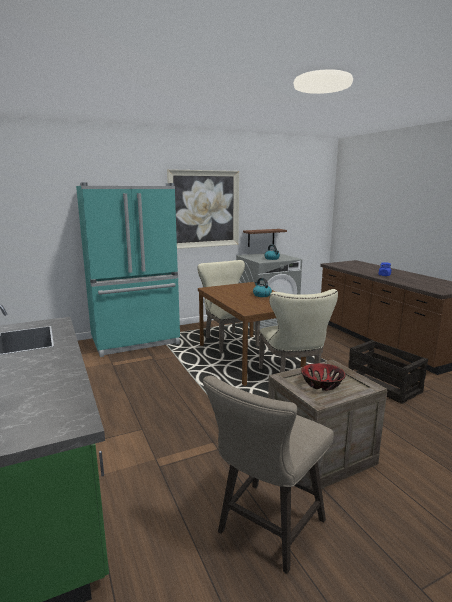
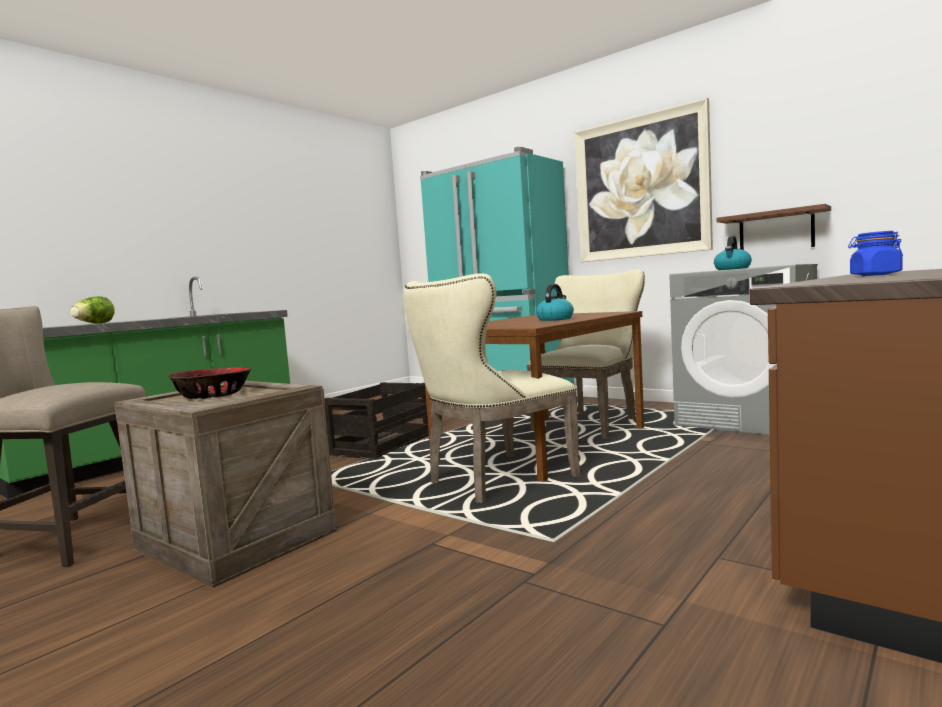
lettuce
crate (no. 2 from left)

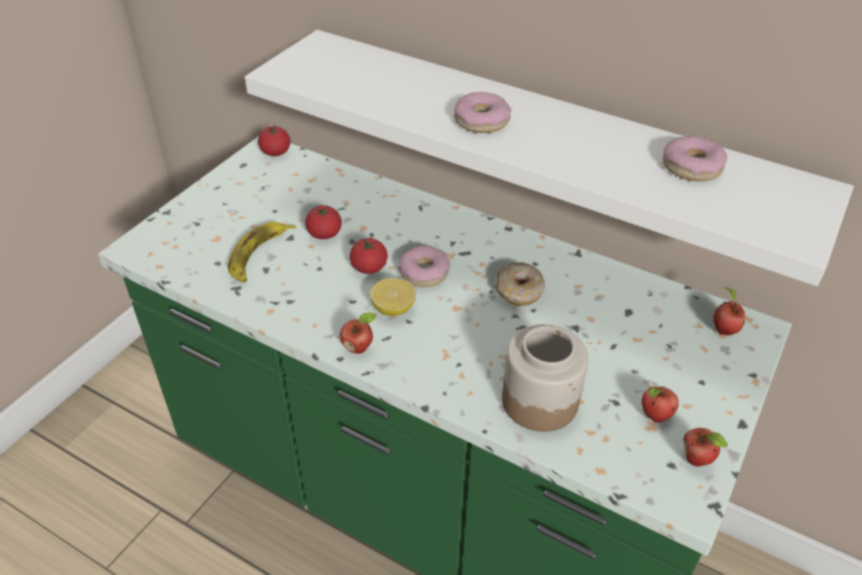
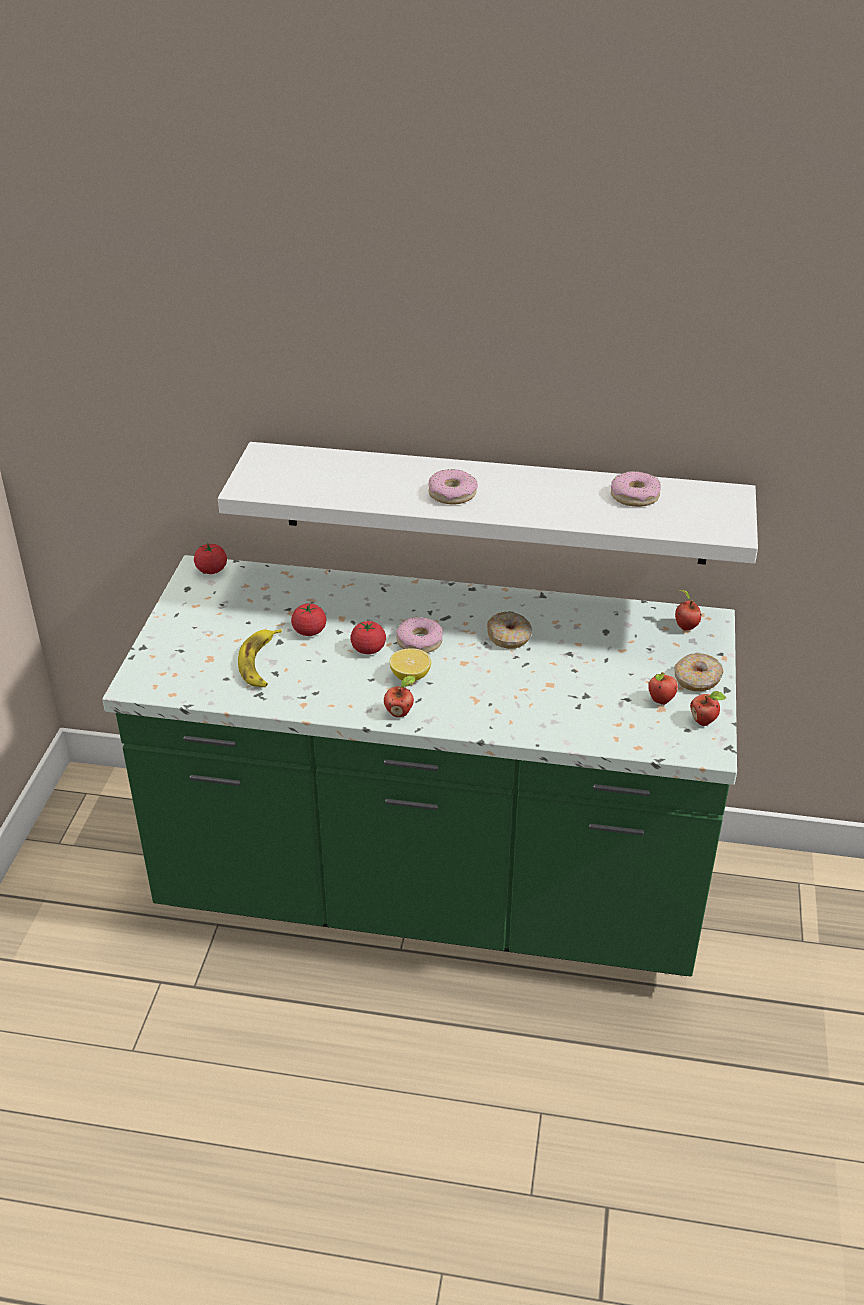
jar
donut (no. 5 from left)

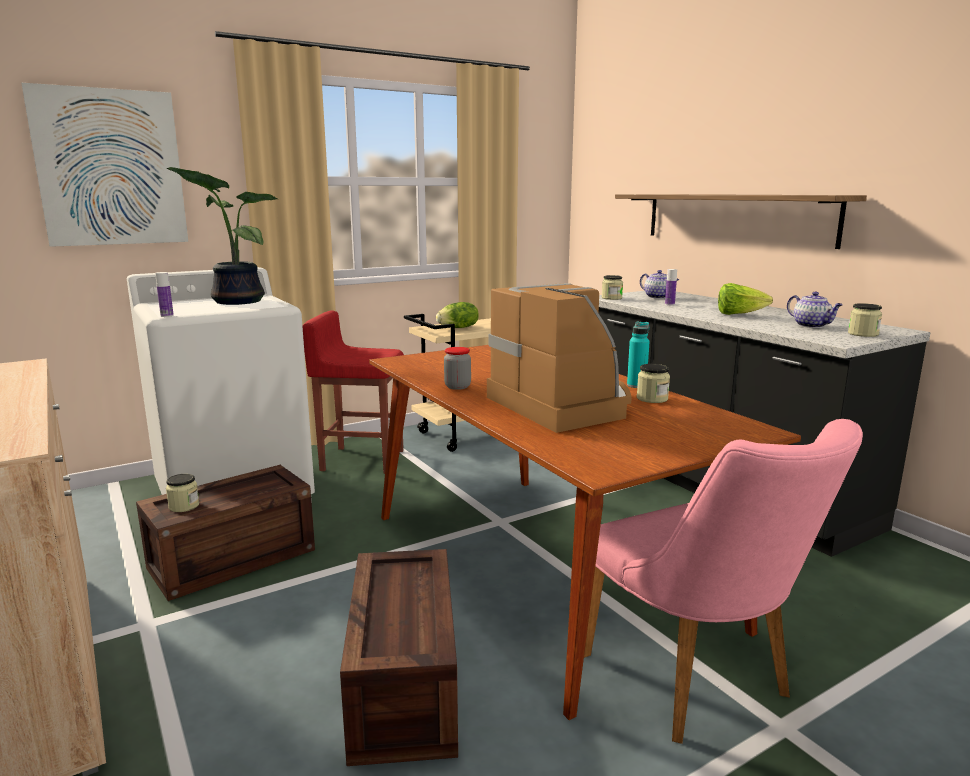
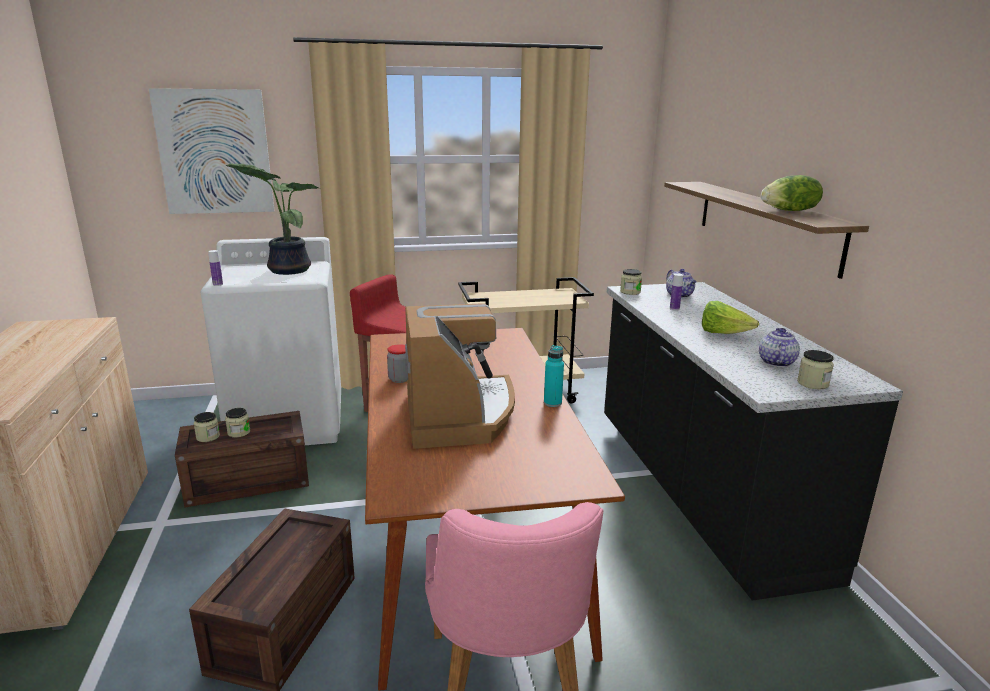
lettuce (no. 2 from left)
jar (no. 2 from left)
teapot (no. 2 from left)

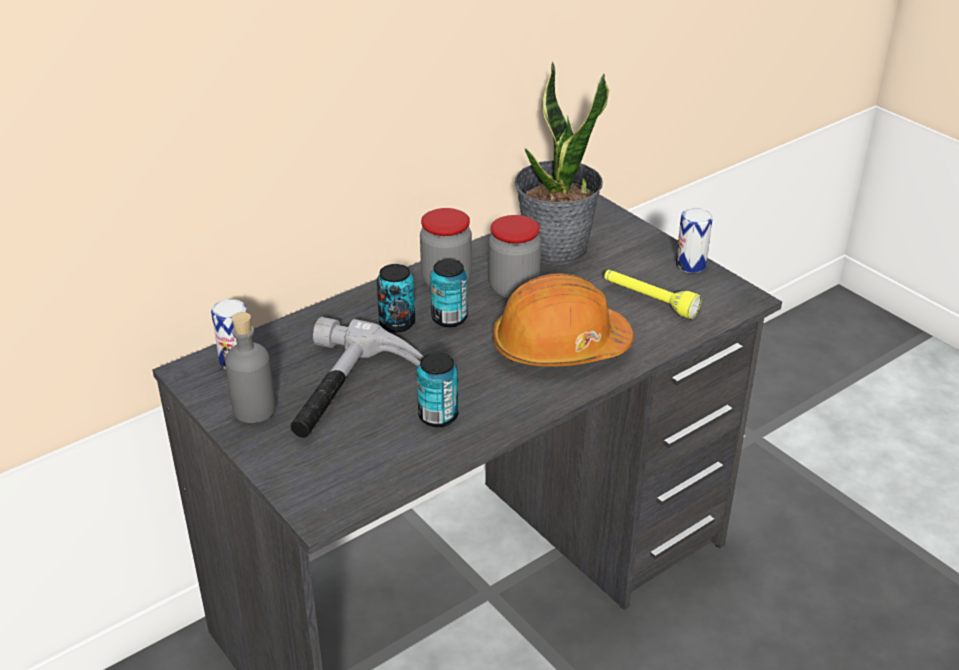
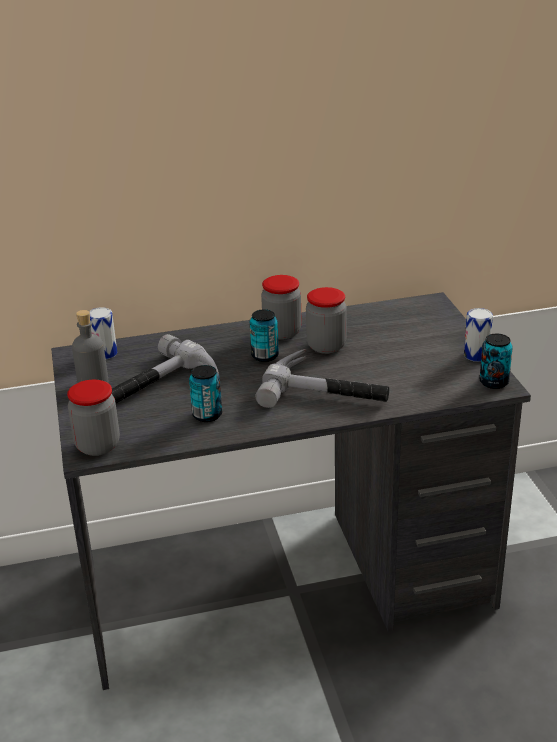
potted plant
yellow flashlight
jar (no. 1 from left)
can (no. 5 from left)
hammer (no. 2 from left)

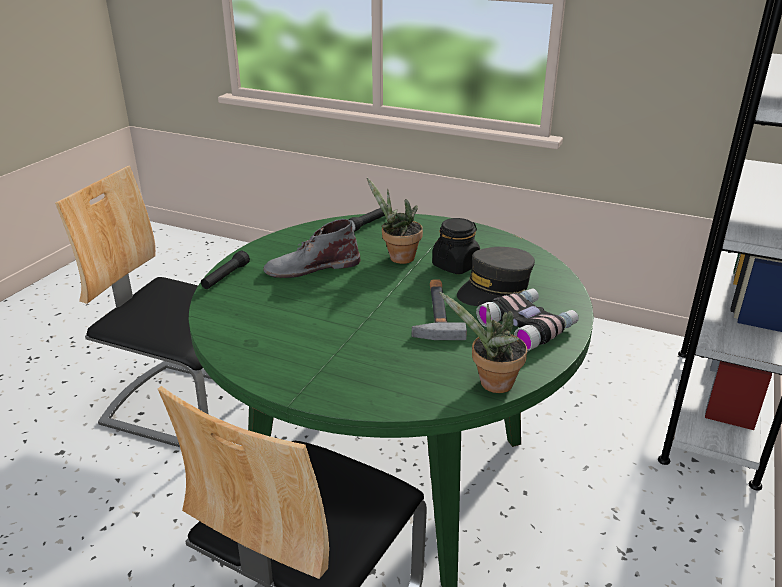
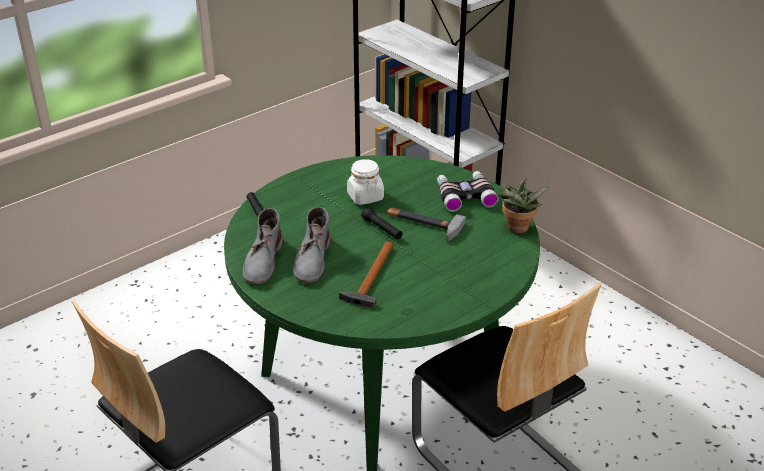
potted plant (no. 1 from left in the first image)
grey cap
grey boot (no. 1 from left)
hammer (no. 1 from left)
black flashlight (no. 2 from left)
white jar

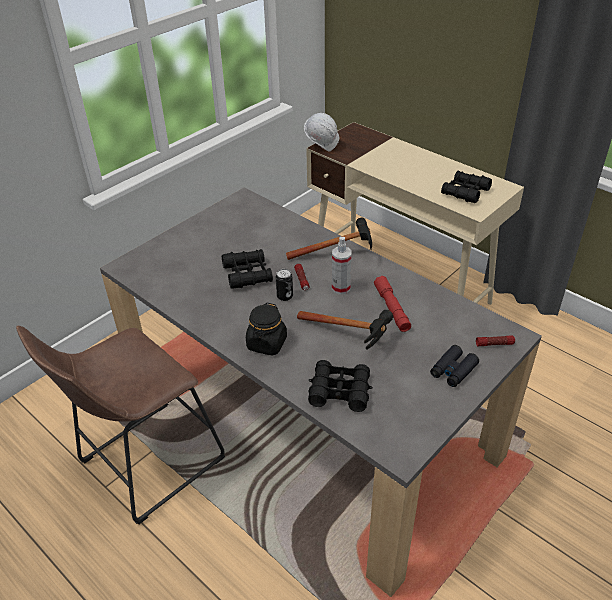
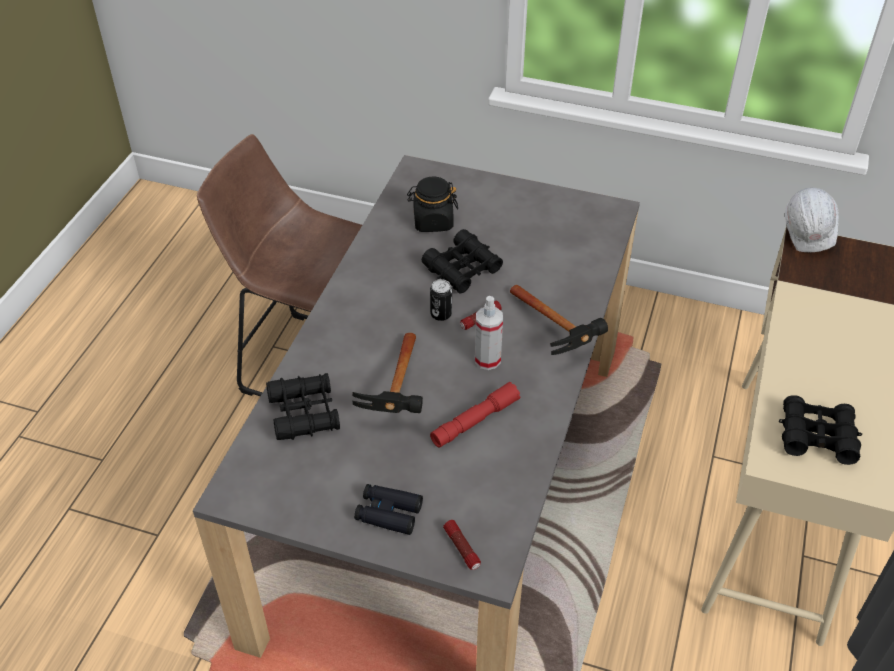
black jar

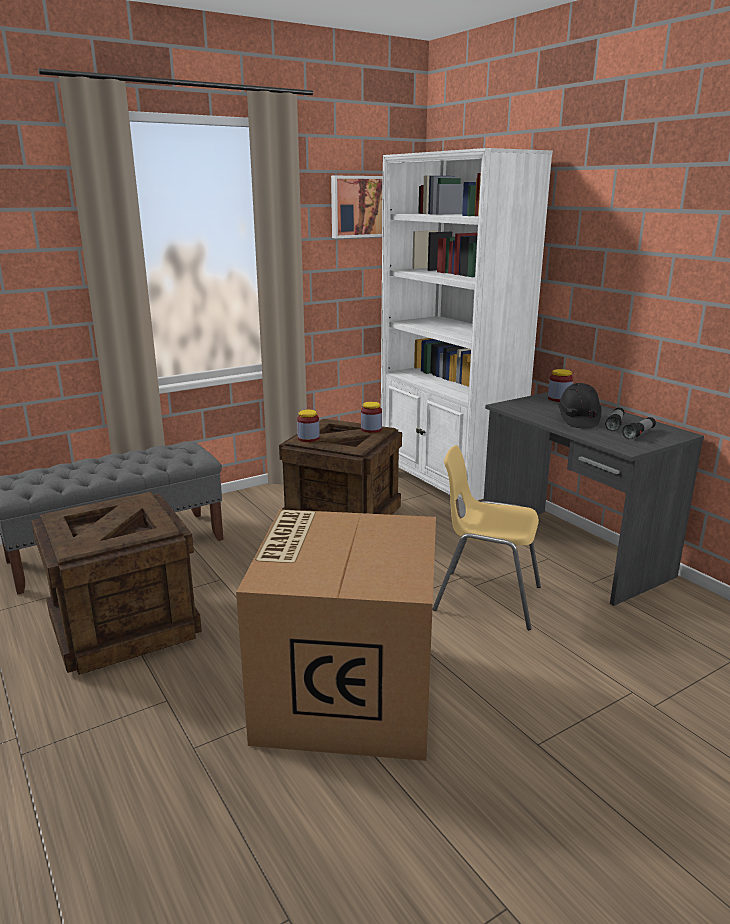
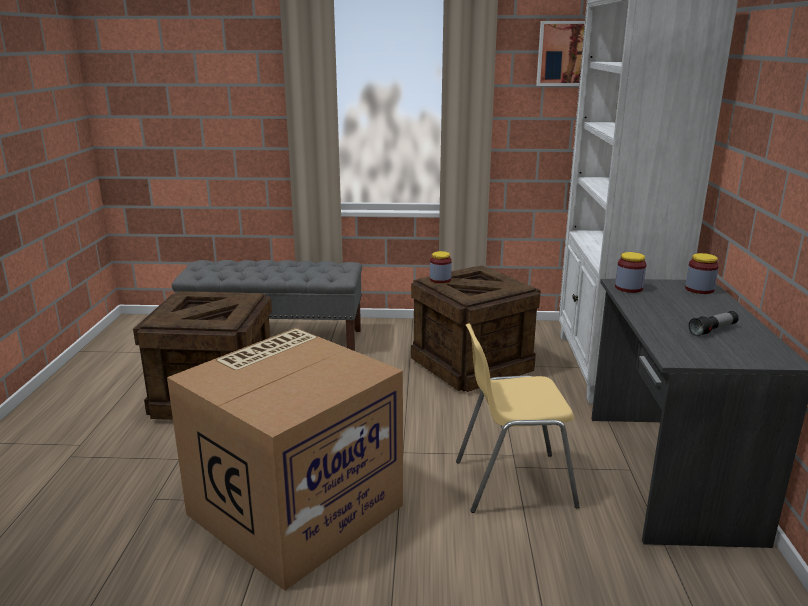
black hard hat
flashlight (no. 2 from left in the first image)
jar (no. 2 from left)
yellow chair

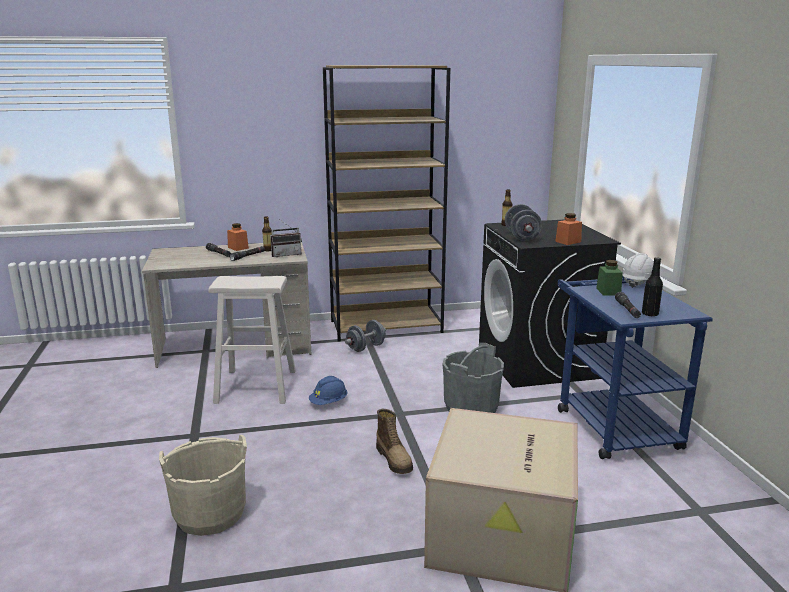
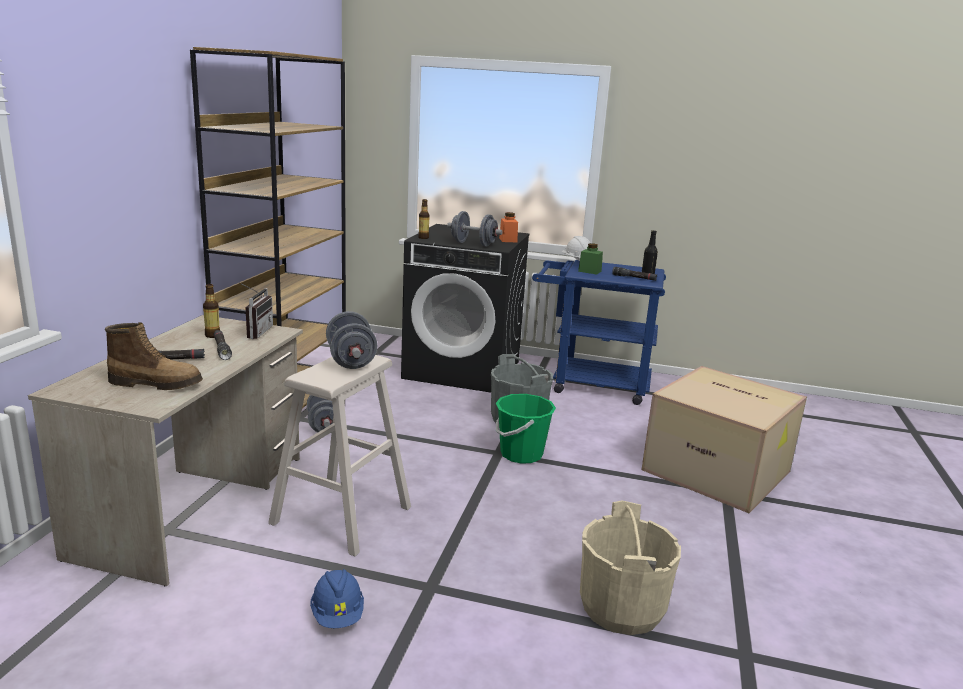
orange jar (no. 1 from left in the first image)
grey dumbbell (no. 2 from left)
green bucket
blue hard hat
boot

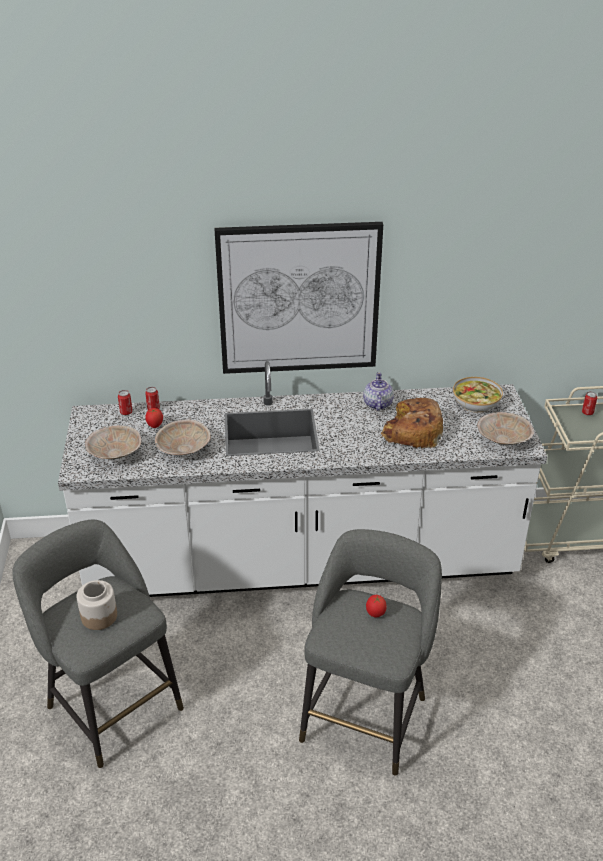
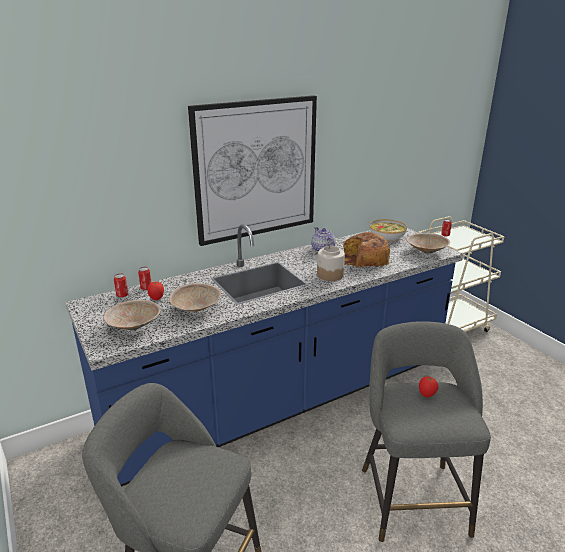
jar
blue counter

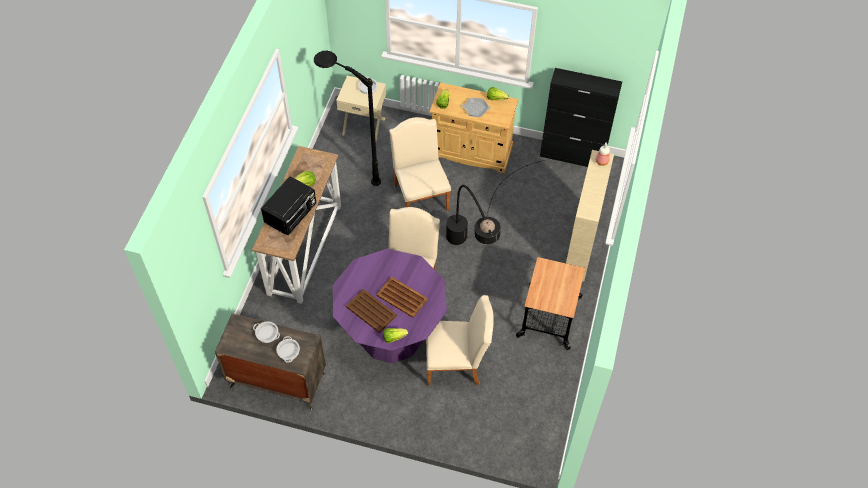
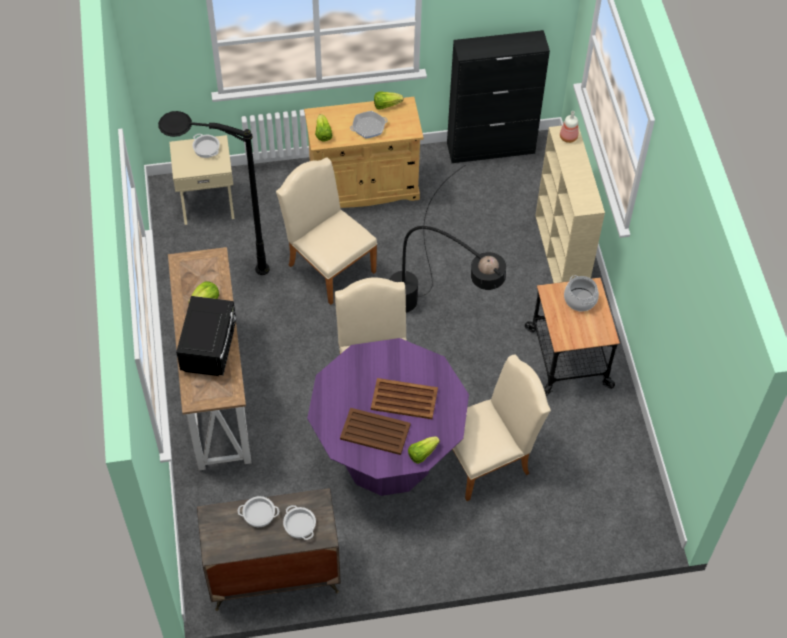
cooking pot (no. 4 from left)

